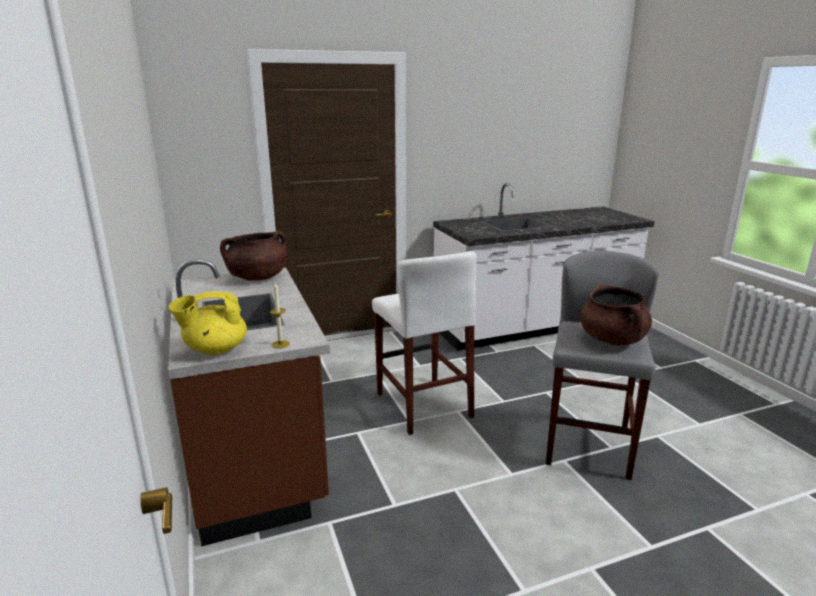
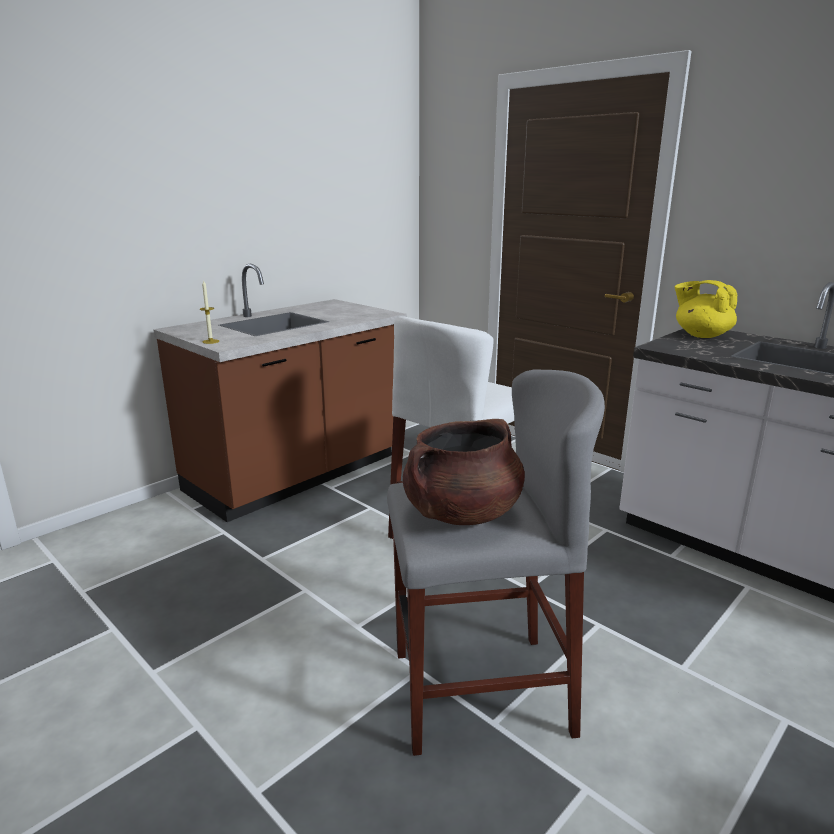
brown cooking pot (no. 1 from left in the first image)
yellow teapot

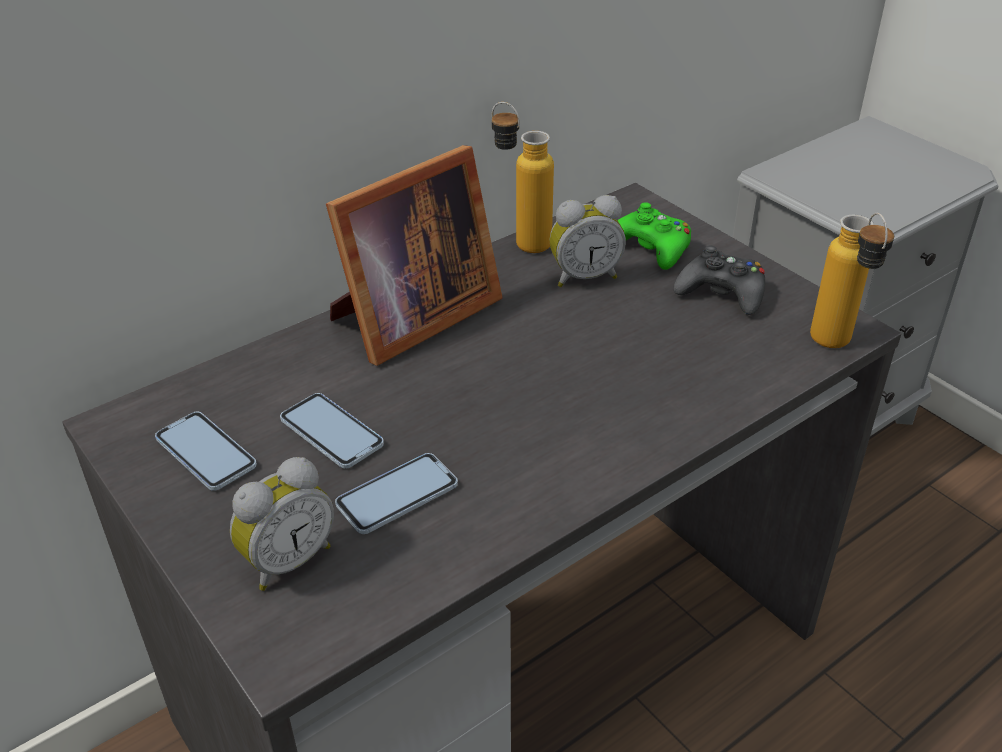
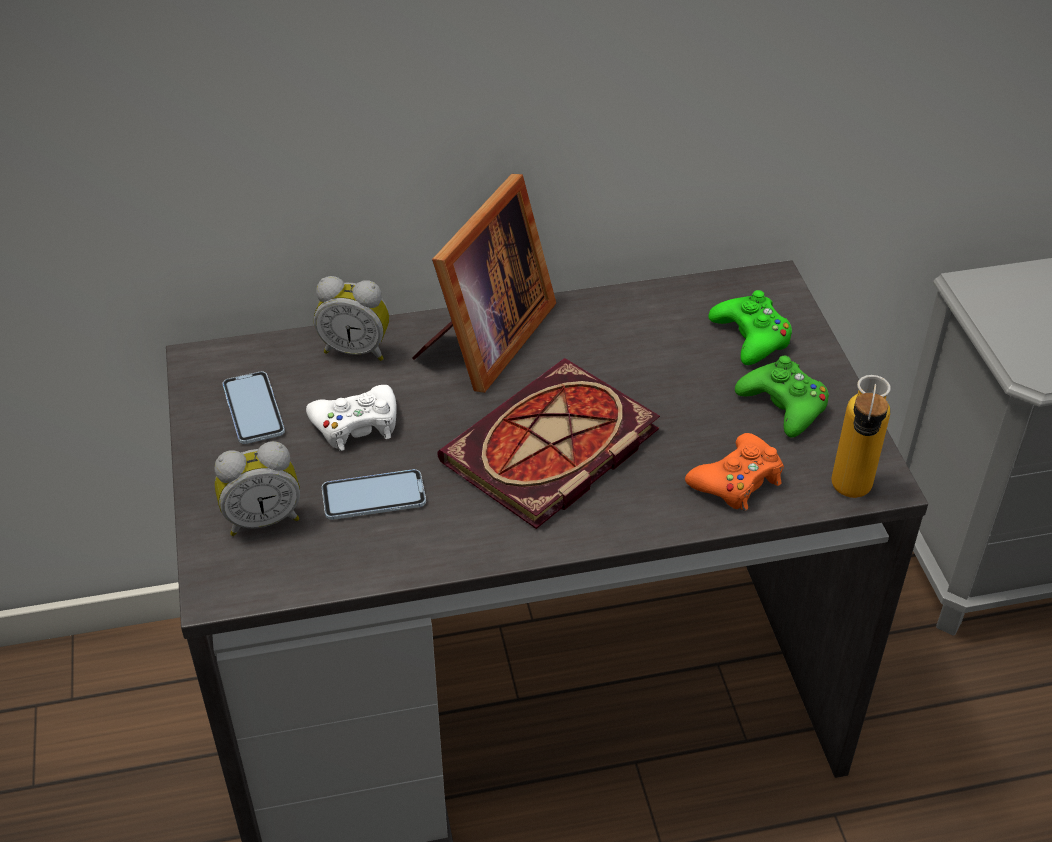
bottle (no. 1 from left in the first image)
book
orange game controller
alarm clock (no. 2 from left)
white game controller
green game controller (no. 2 from left)
picture frame

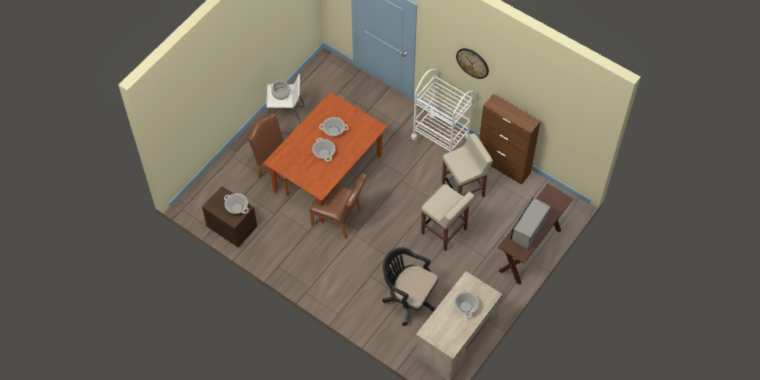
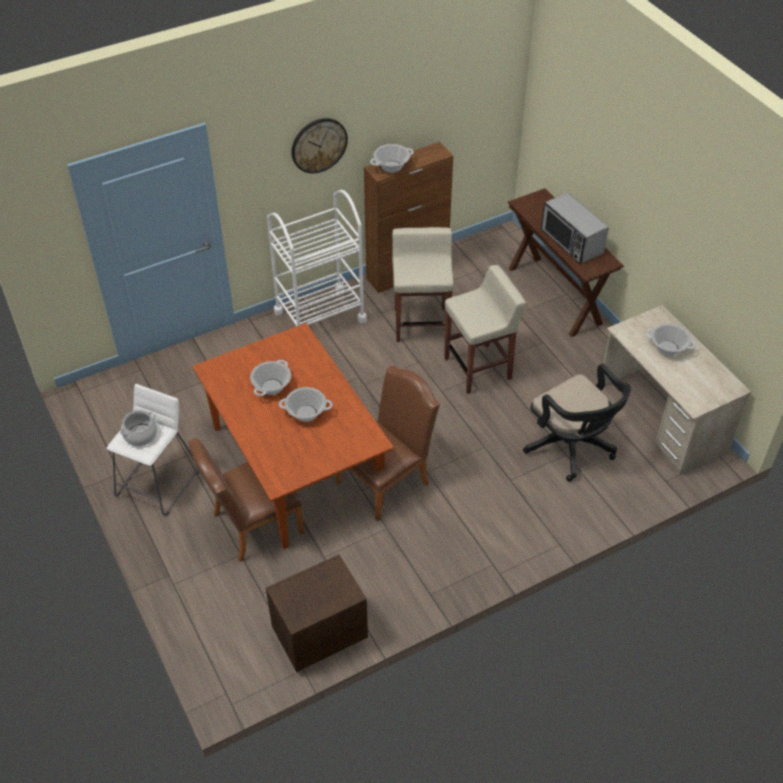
cooking pot (no. 4 from left)
black office chair

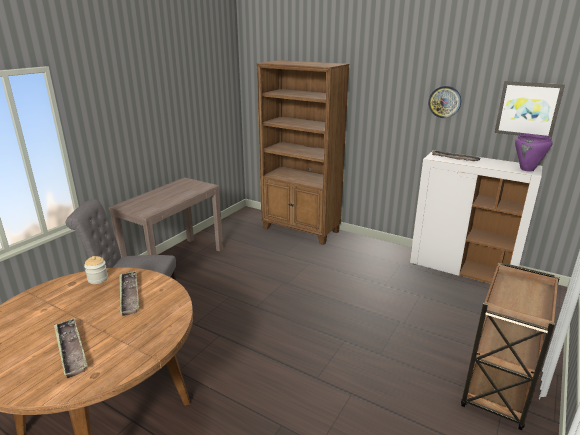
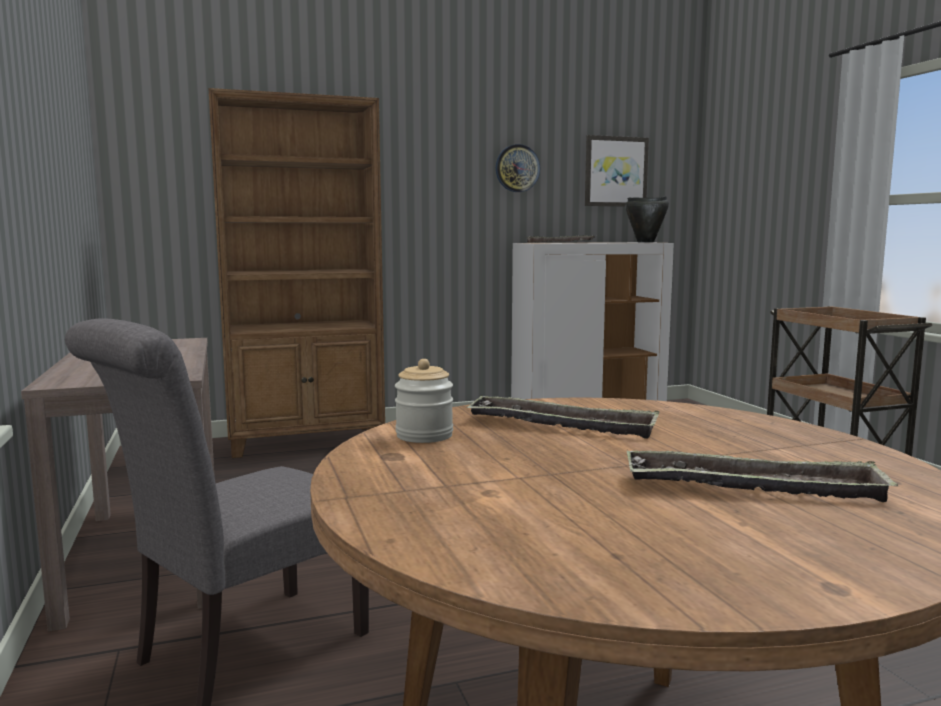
black cooking pot

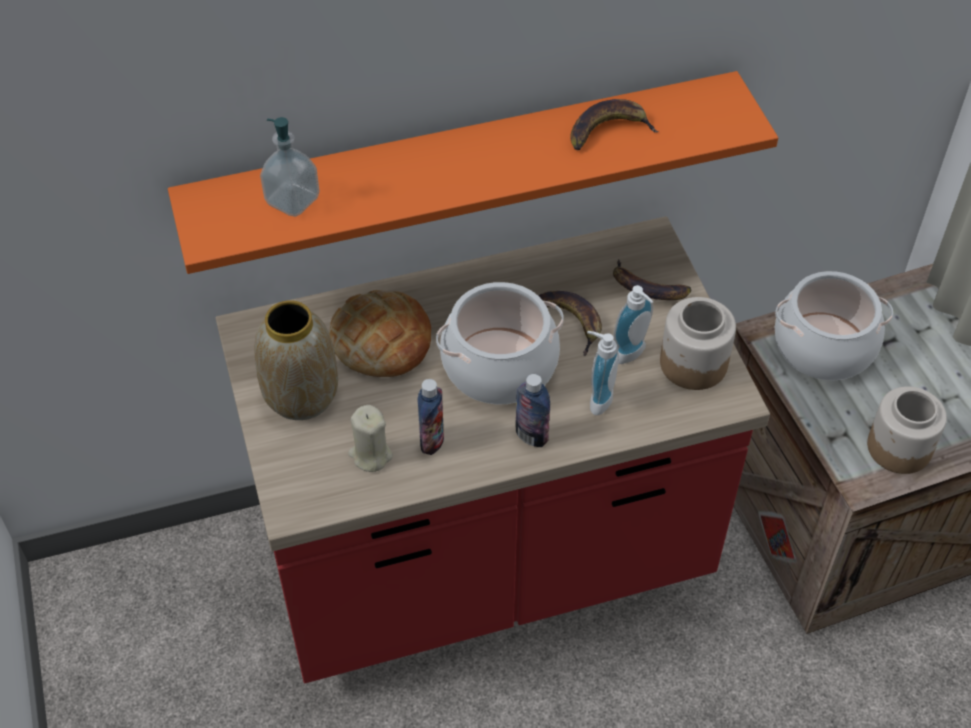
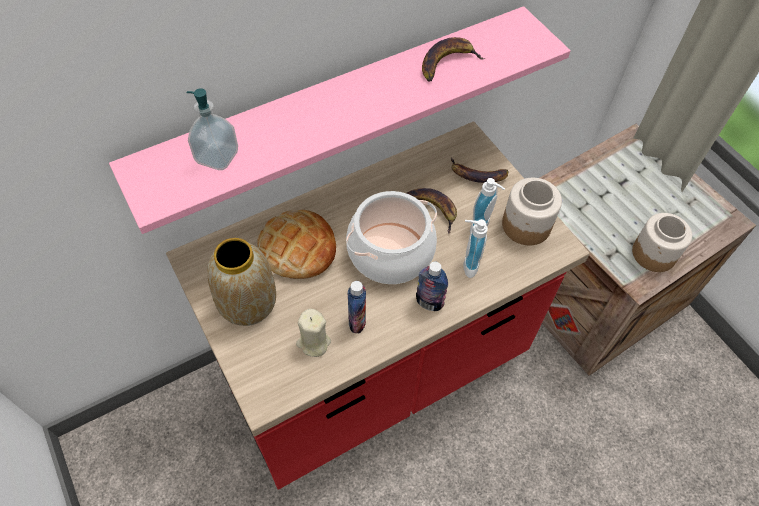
cooking pot (no. 2 from left in the first image)
pink shelf

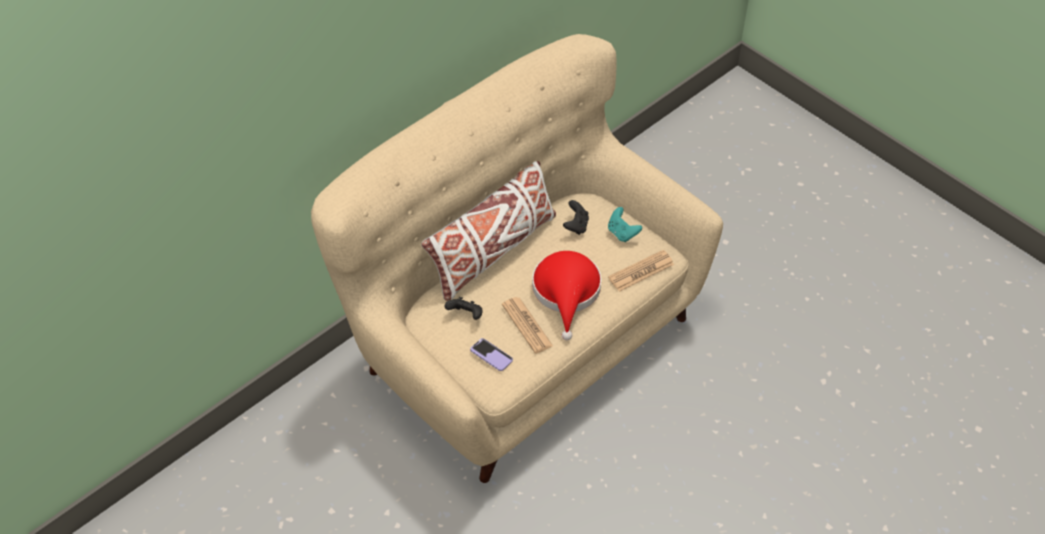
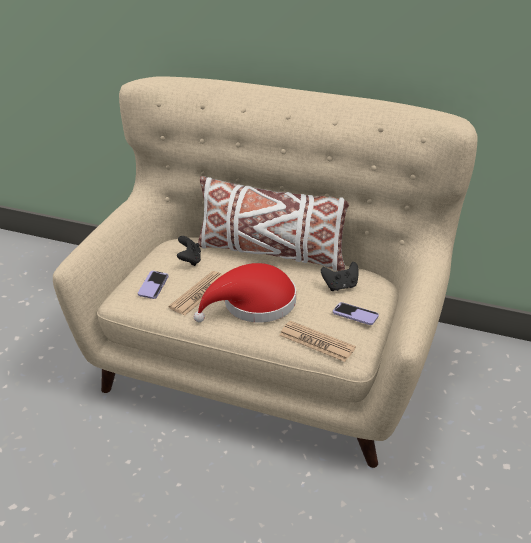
phone (no. 2 from left)

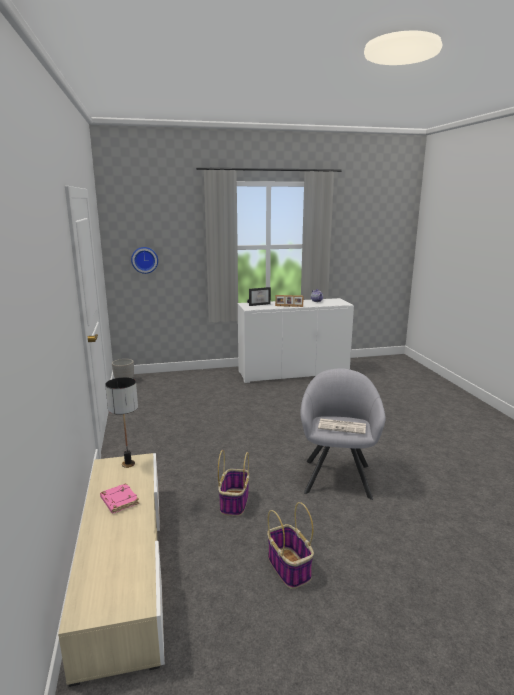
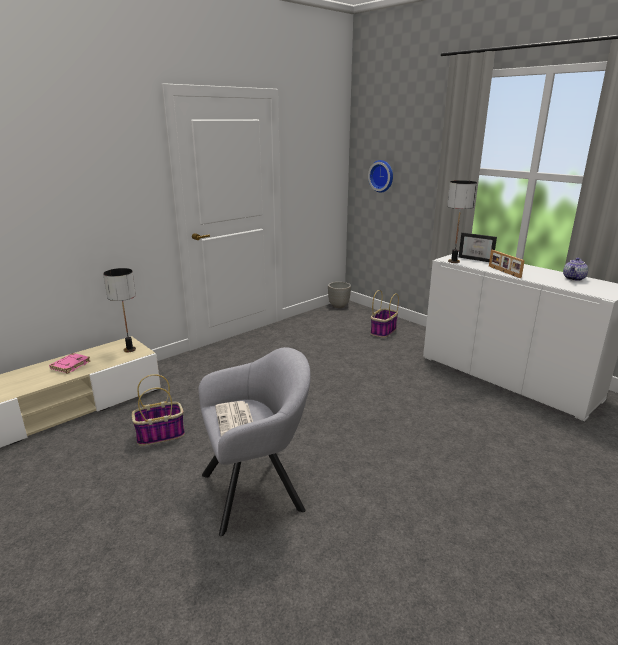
table lamp (no. 2 from left)
basket (no. 2 from left)

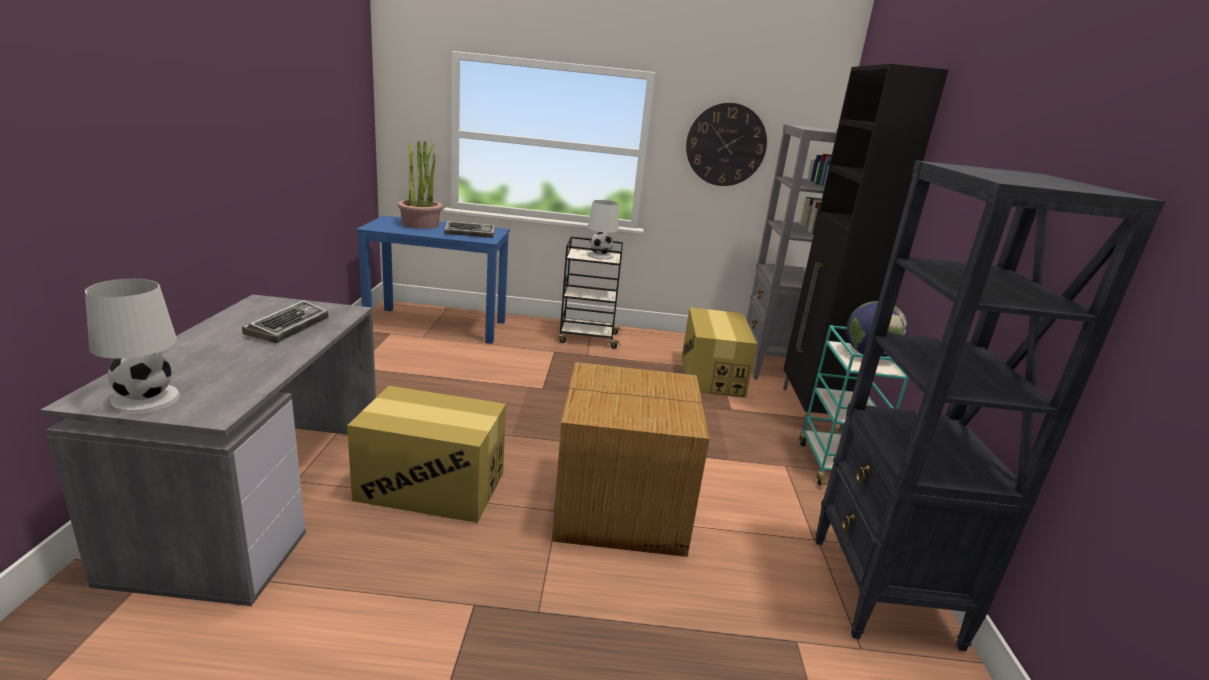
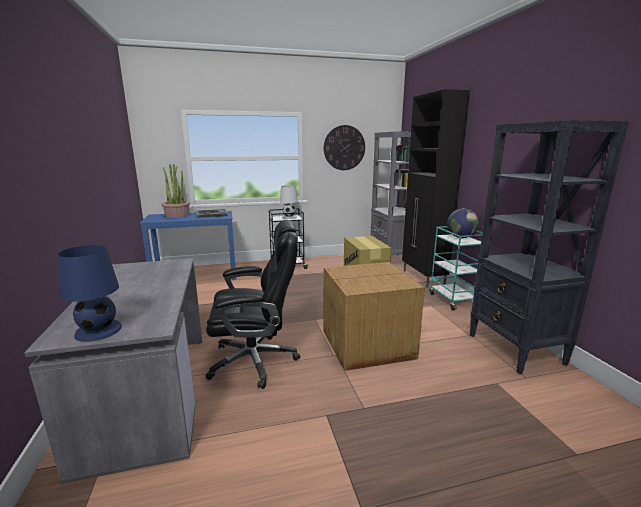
keyboard (no. 1 from left in the first image)
black office chair
blue table lamp

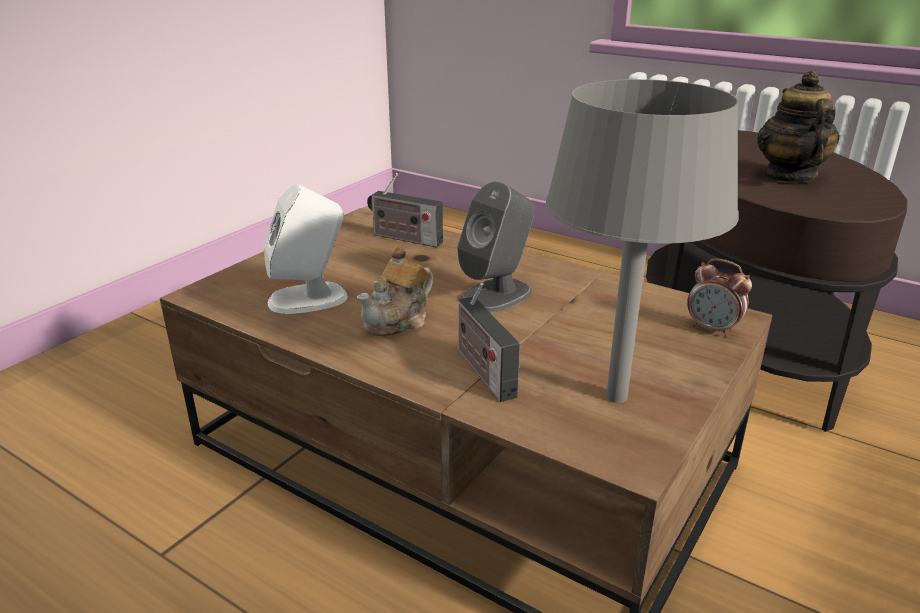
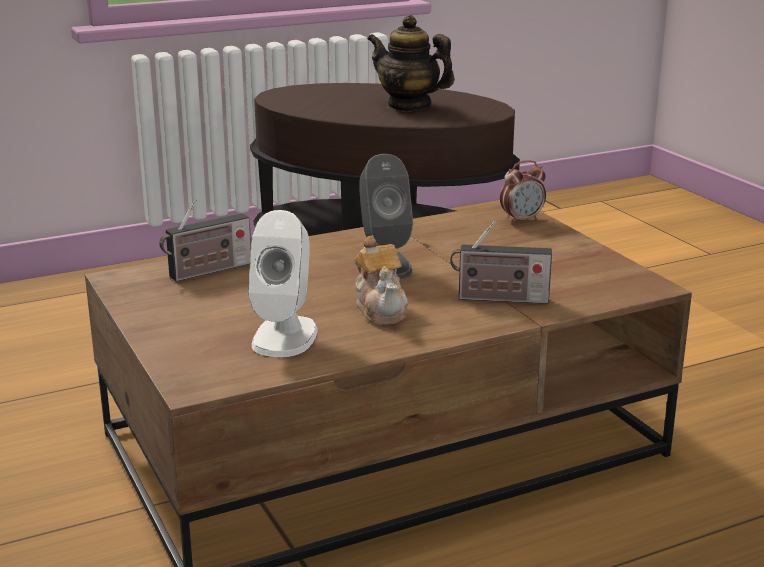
grey table lamp

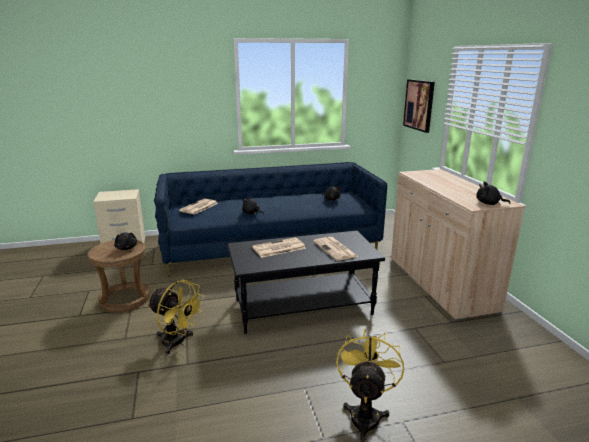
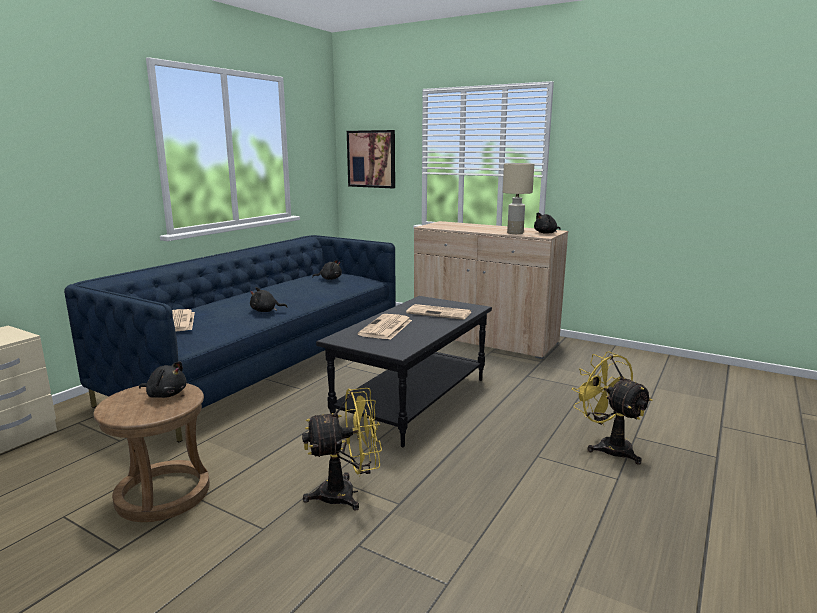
beige table lamp

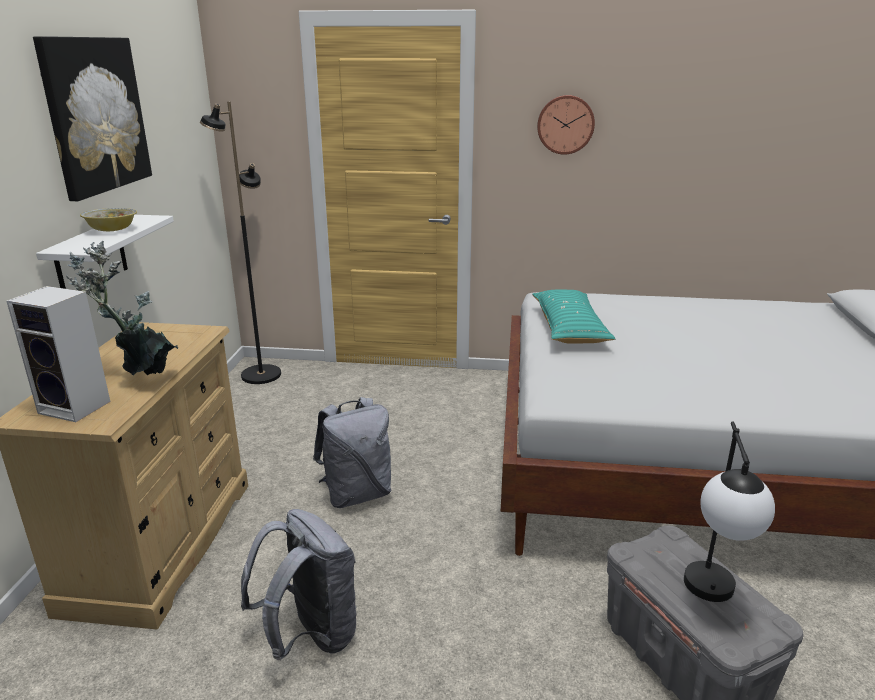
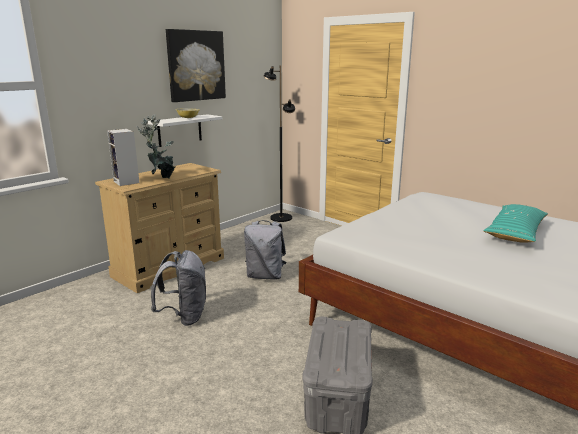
wall clock
table lamp
turquoise pillow

